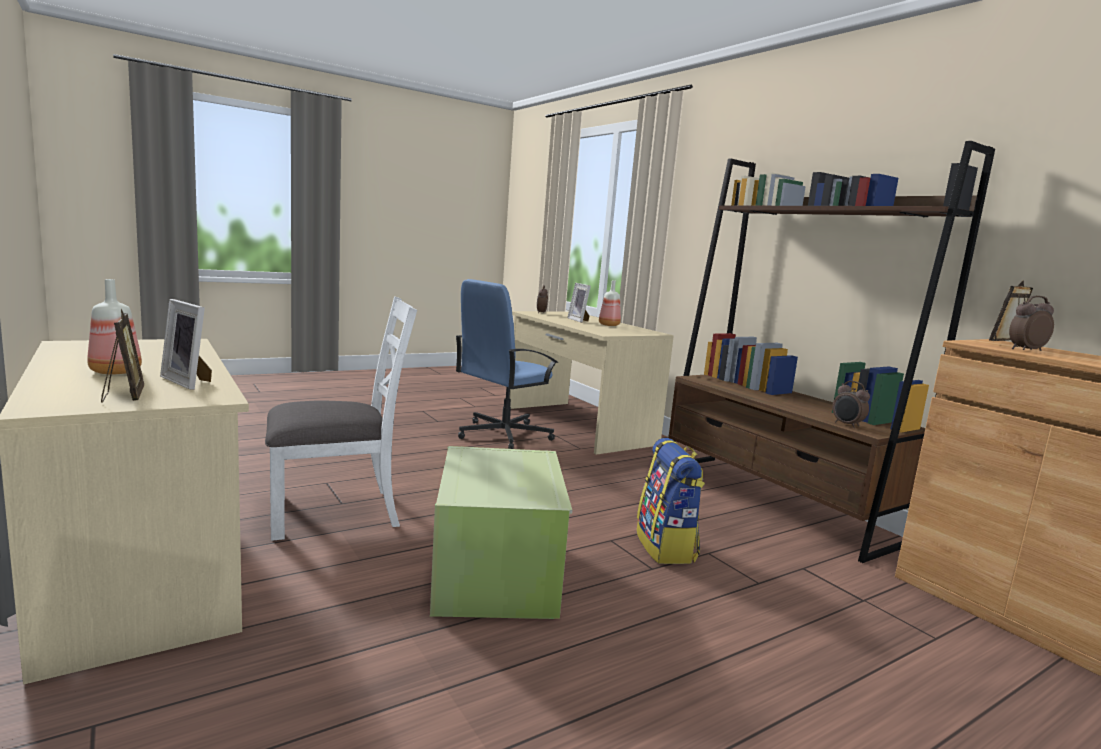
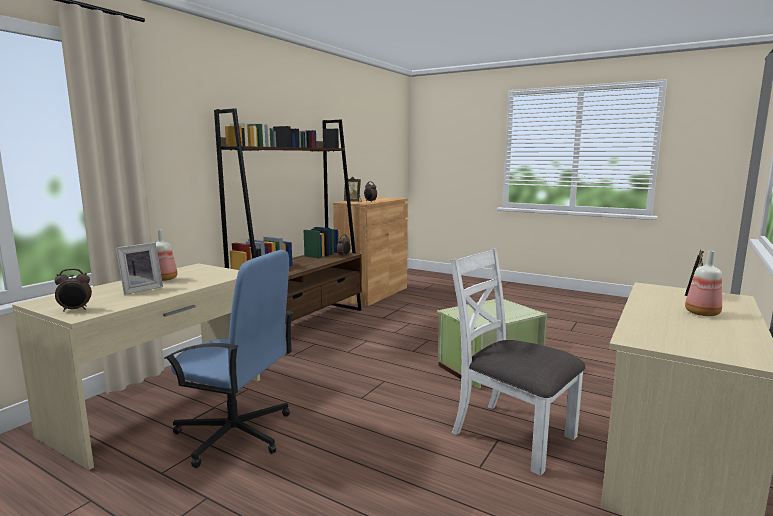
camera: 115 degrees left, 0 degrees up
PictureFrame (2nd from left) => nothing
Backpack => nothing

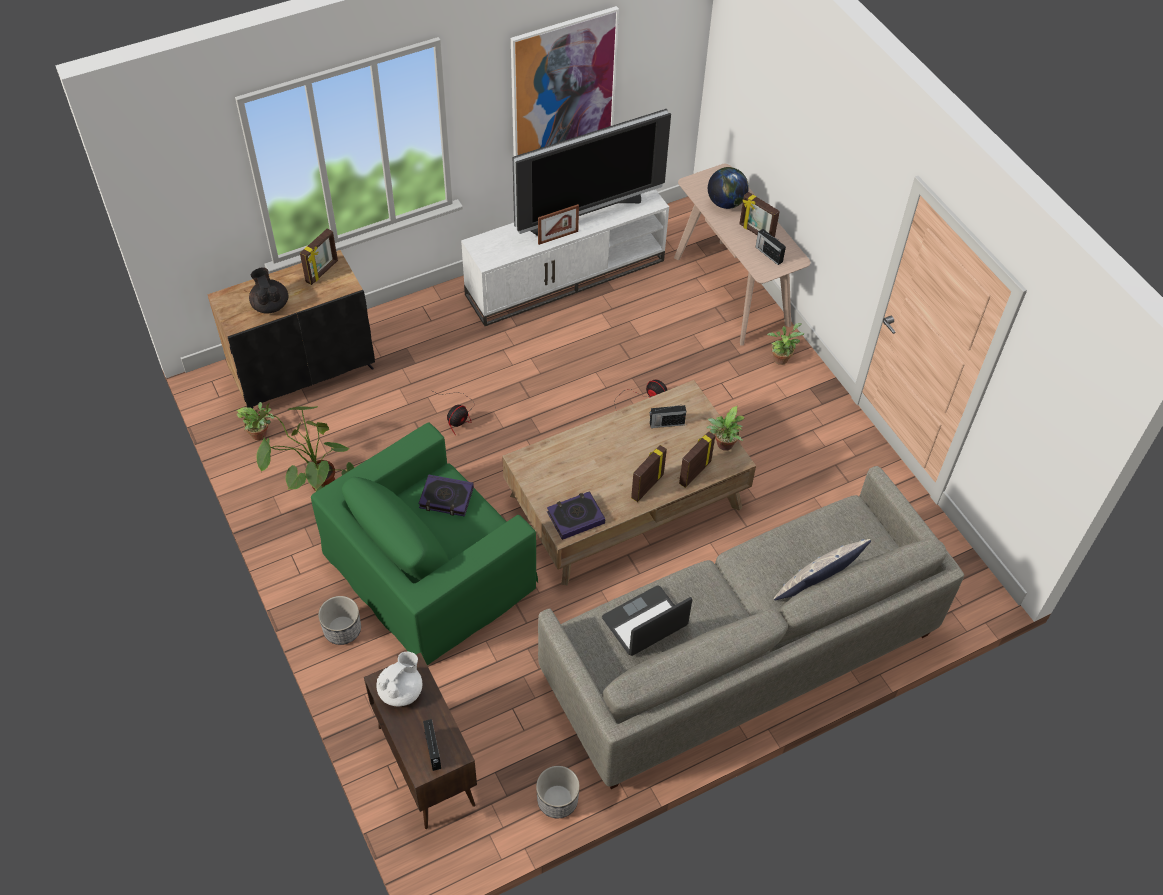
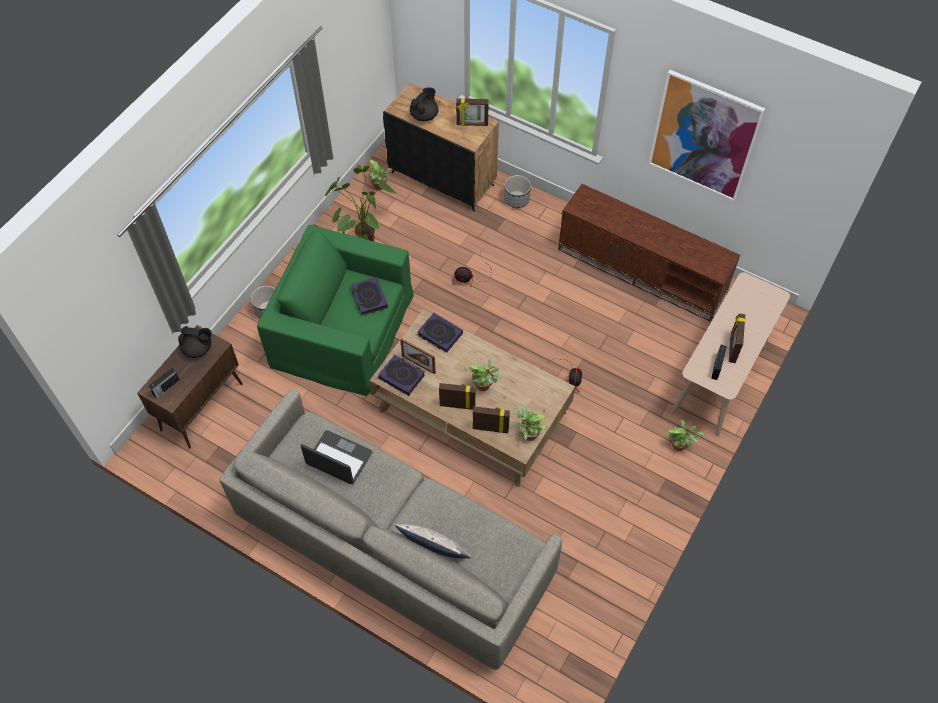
camera: 60 degrees right, 5 degrees up
WhiteTeapot => BlackTeapot (1st from left)
PictureFrame (2nd from left in the first image) => PictureFrame (1st from left), moved
nothing => Book (3rd from left)
nothing => PottedPlant (3rd from left)
Planter (2nd from left), moved
WhiteTvStand => BrownTvStand
Television => nothing
Radio (2nd from left) => nothing
Globe => nothing

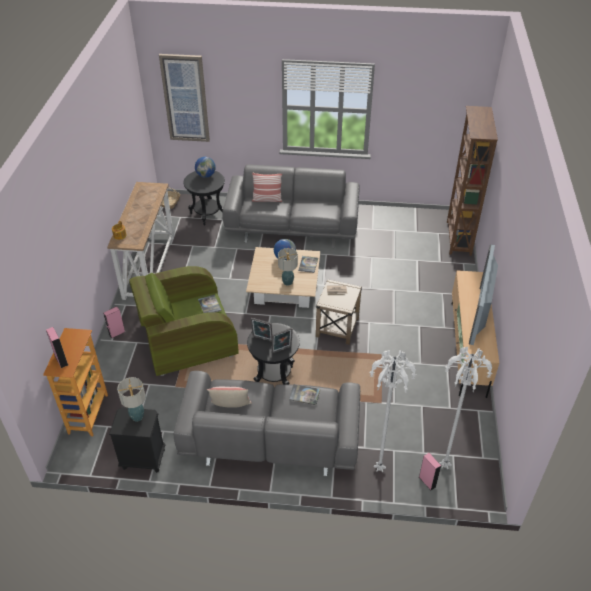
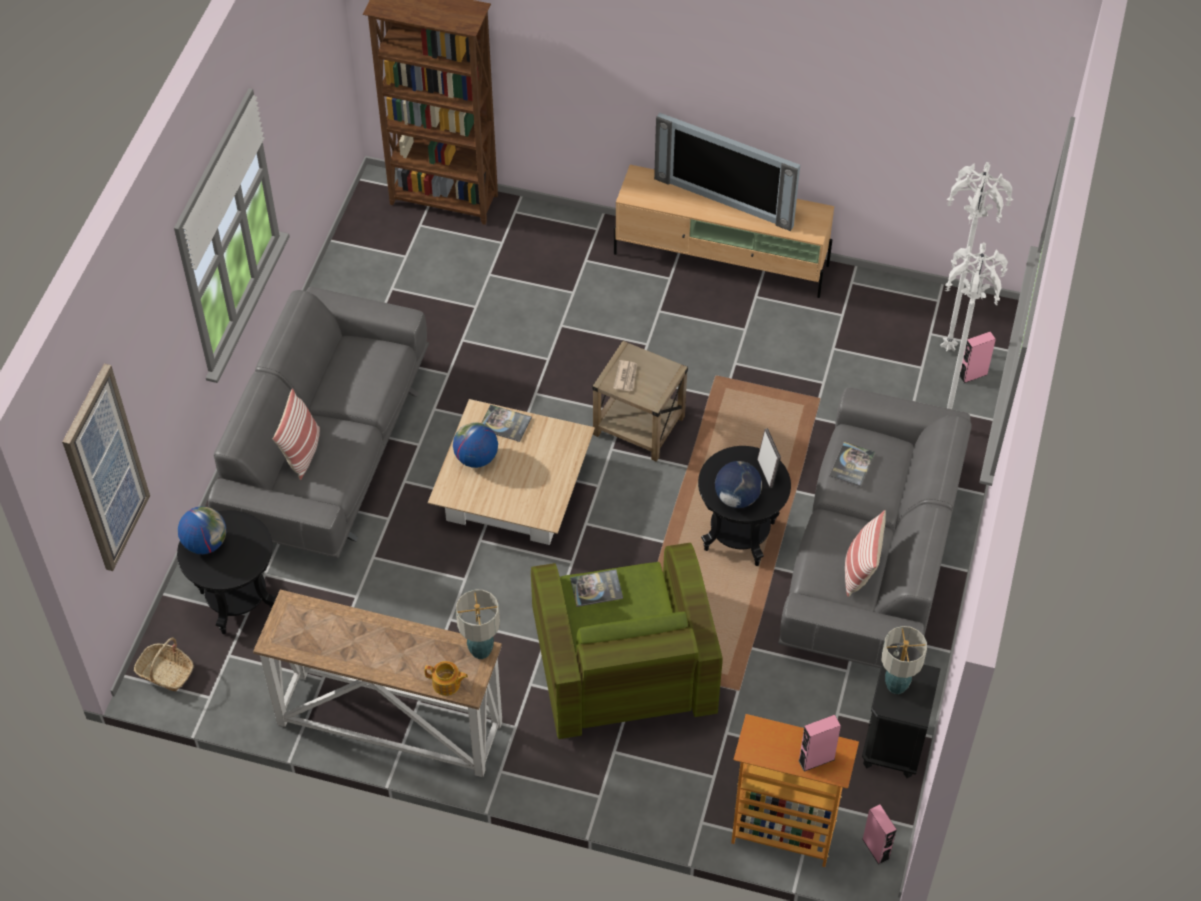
camera: 80 degrees left, 10 degrees up
TableLamp (2nd from left in the first image) => TableLamp (1st from left), moved
PictureFrame (1st from left) => Globe (3rd from left)
PinkSpeaker (2nd from left), moved

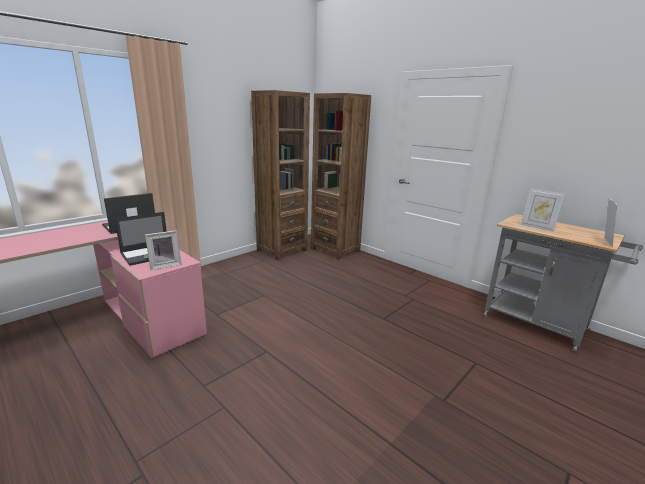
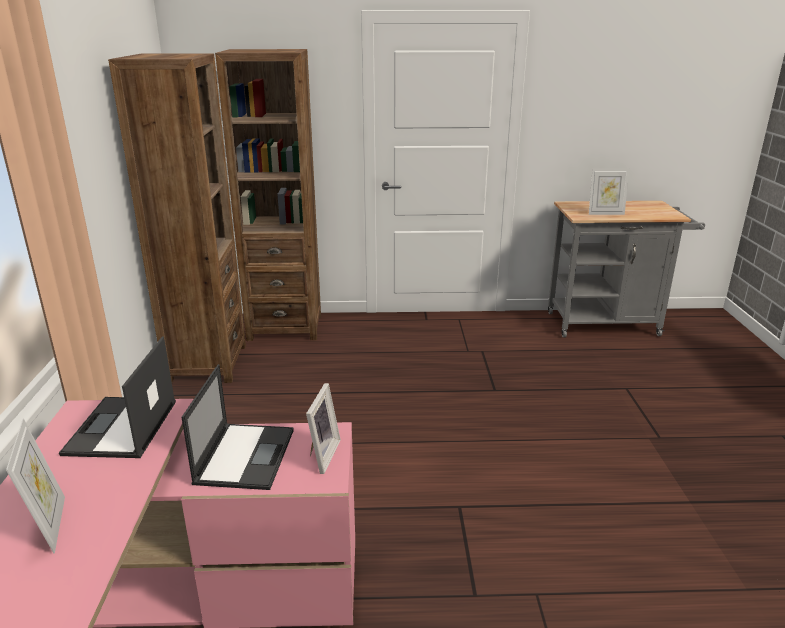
camera: 45 degrees left, 5 degrees up
PictureFrame (3rd from left in the first image) => PictureFrame (1st from left), moved

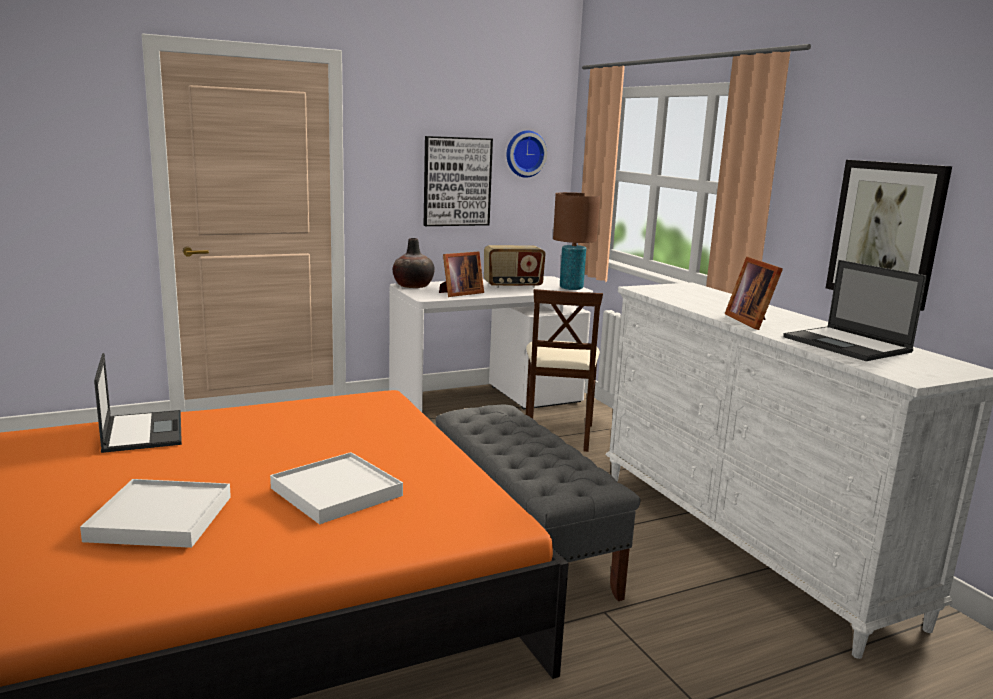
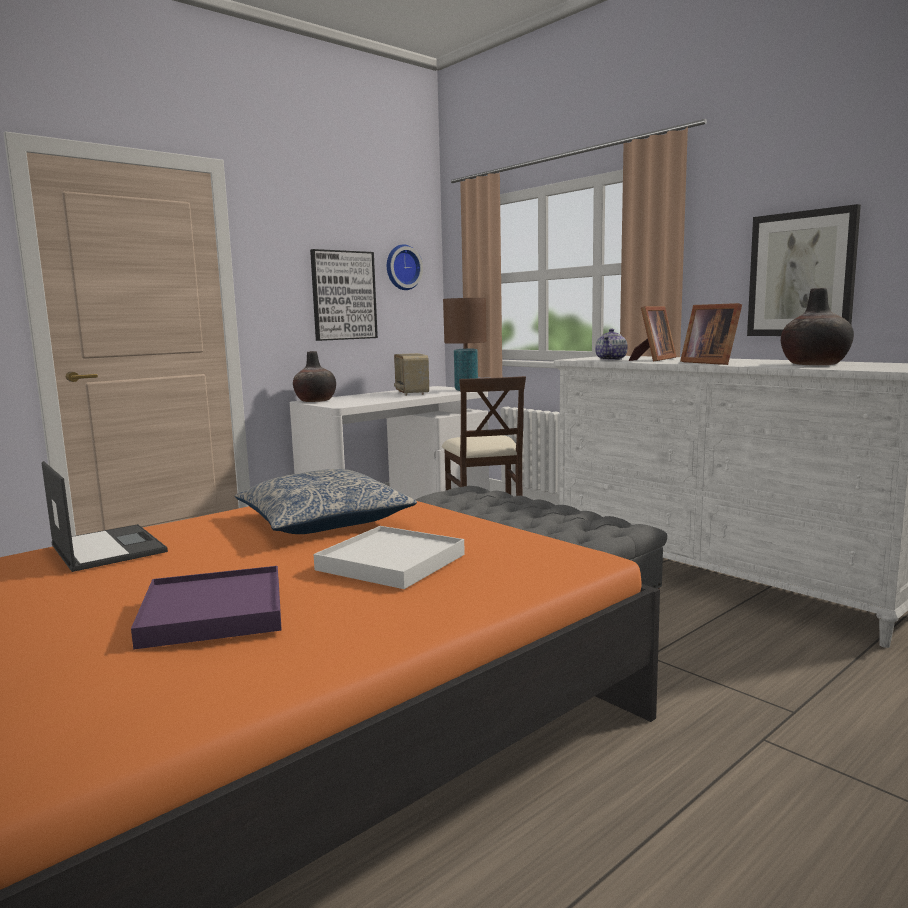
camera: 15 degrees left, 5 degrees down
WhiteTray (1st from left) => PurpleTray
nothing => Pillow
Radio, 105 degrees clockwise
nothing => Teapot
PictureFrame (1st from left), moved
Laptop (2nd from left) => Vase (2nd from left)

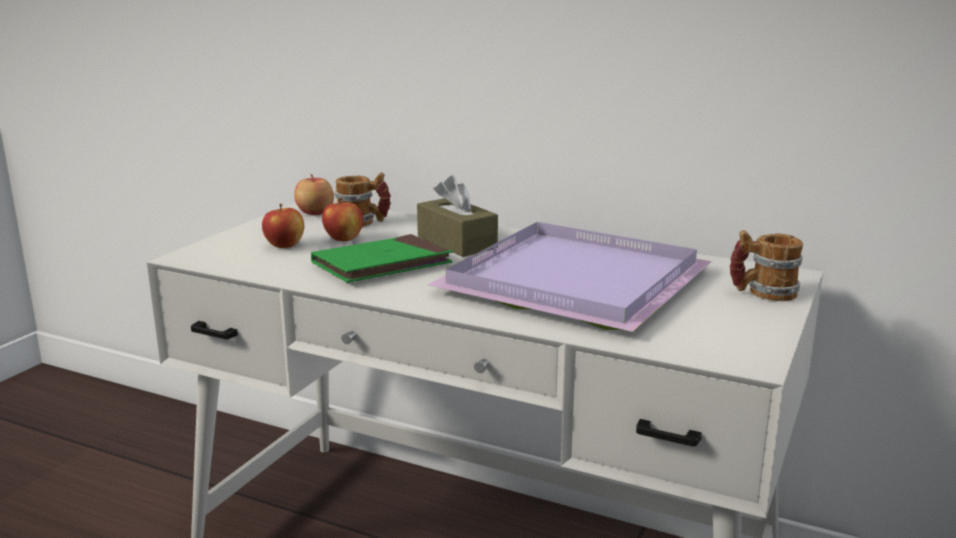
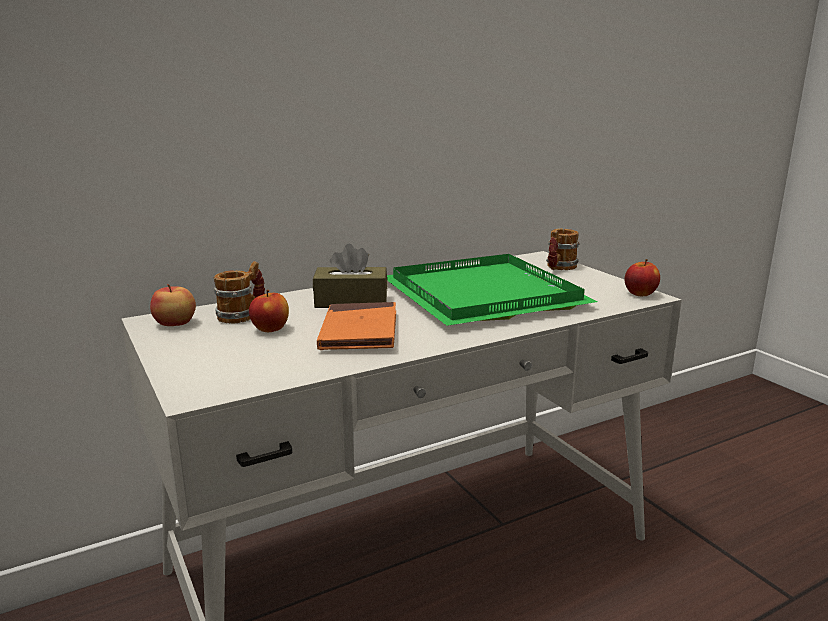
camera: 55 degrees left, 0 degrees up
GreenBook => OrangeBook
PurpleTray => GreenTray
Apple (1st from left in the first image) => Apple (3rd from left), moved

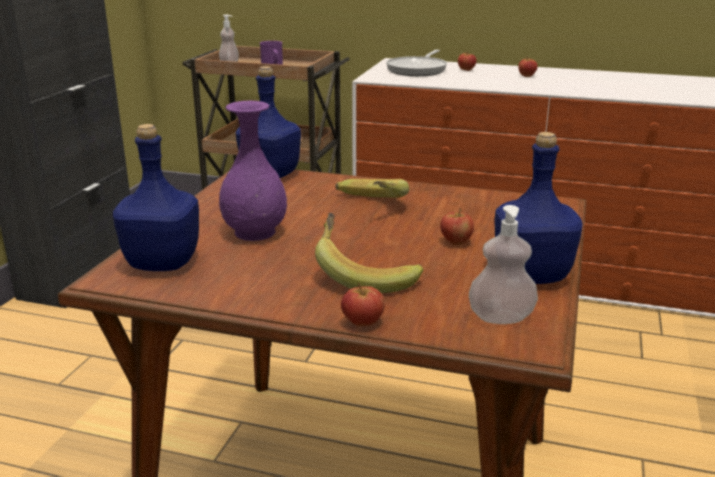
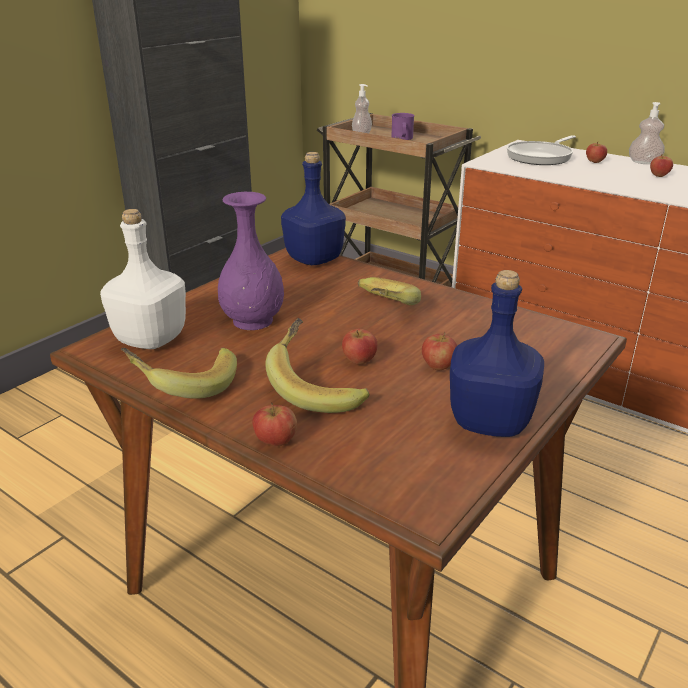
camera: 20 degrees right, 5 degrees up
BlueBottle (1st from left) => WhiteBottle
nothing => Banana (1st from left)
nothing => Apple (2nd from left)
SoapDispenser (2nd from left), moved

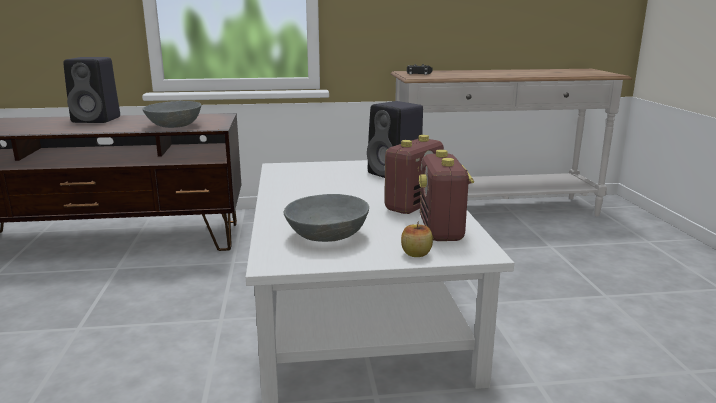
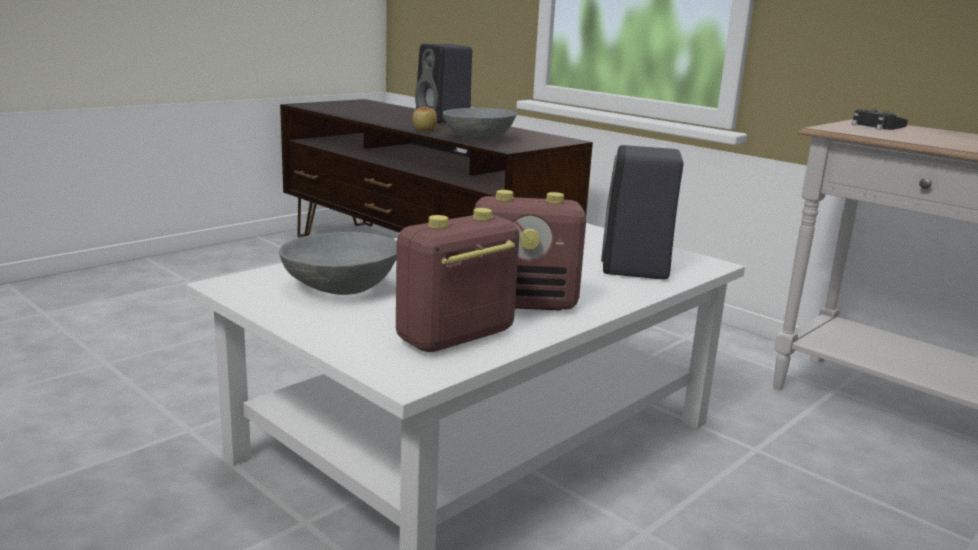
camera: 50 degrees right, 0 degrees up
Apple, moved

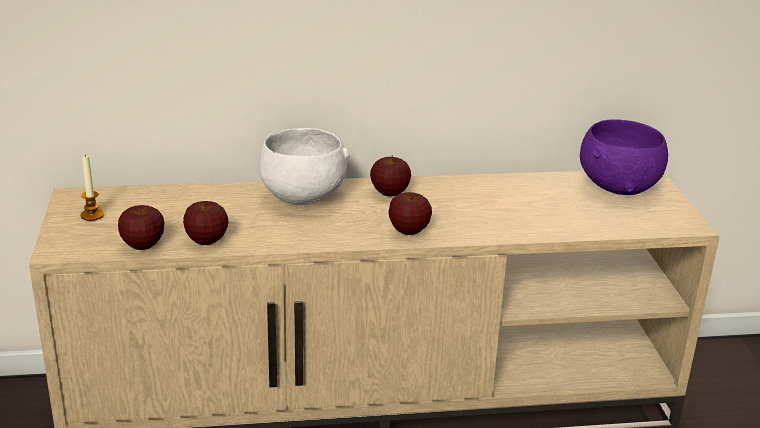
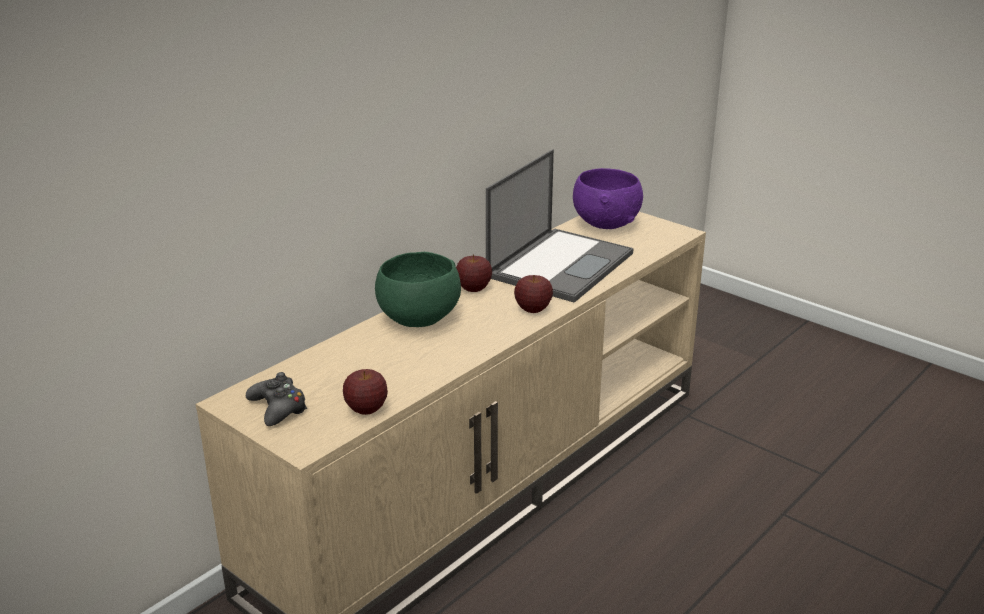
camera: 40 degrees left, 0 degrees up
Candle => BlackGameController
WhiteBowl => GreenBowl
nothing => Laptop
Apple (2nd from left) => nothing

